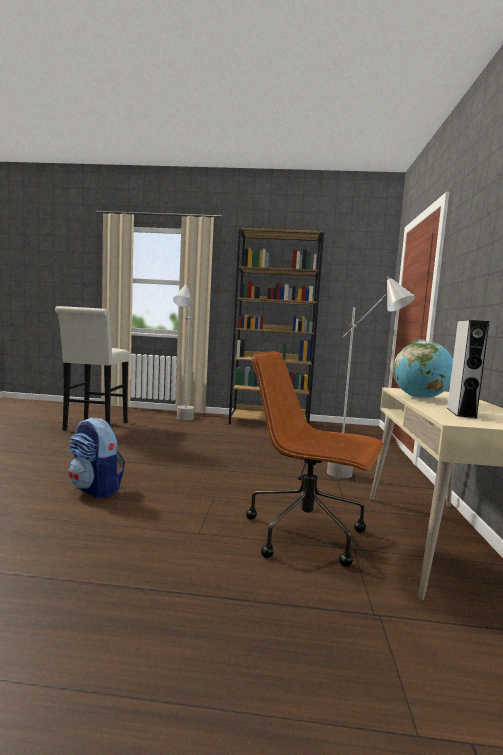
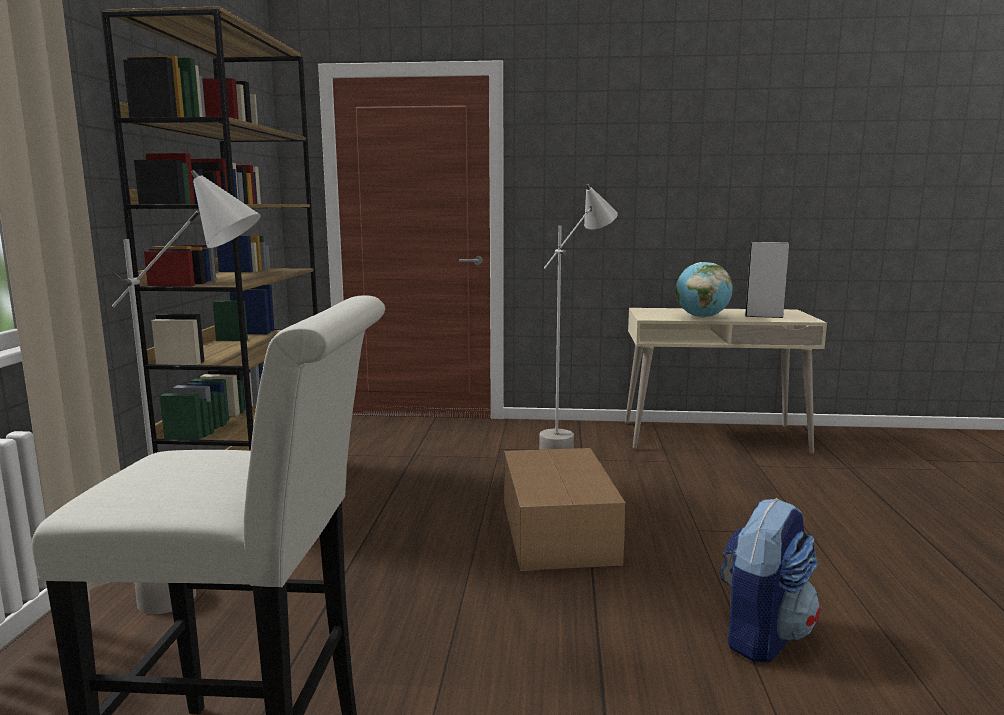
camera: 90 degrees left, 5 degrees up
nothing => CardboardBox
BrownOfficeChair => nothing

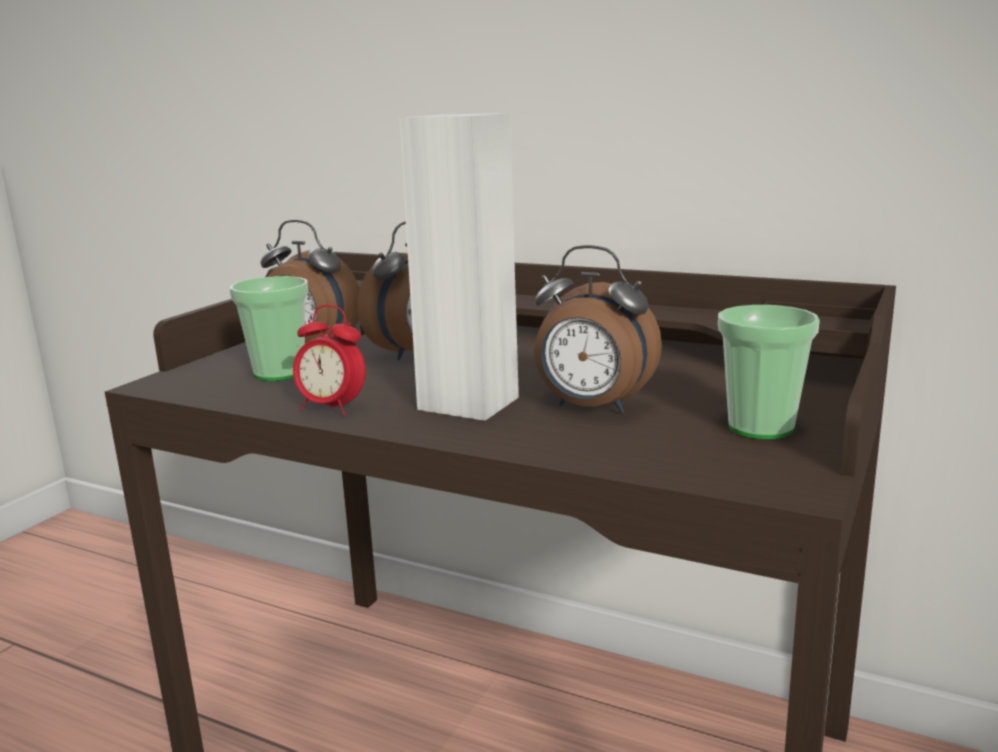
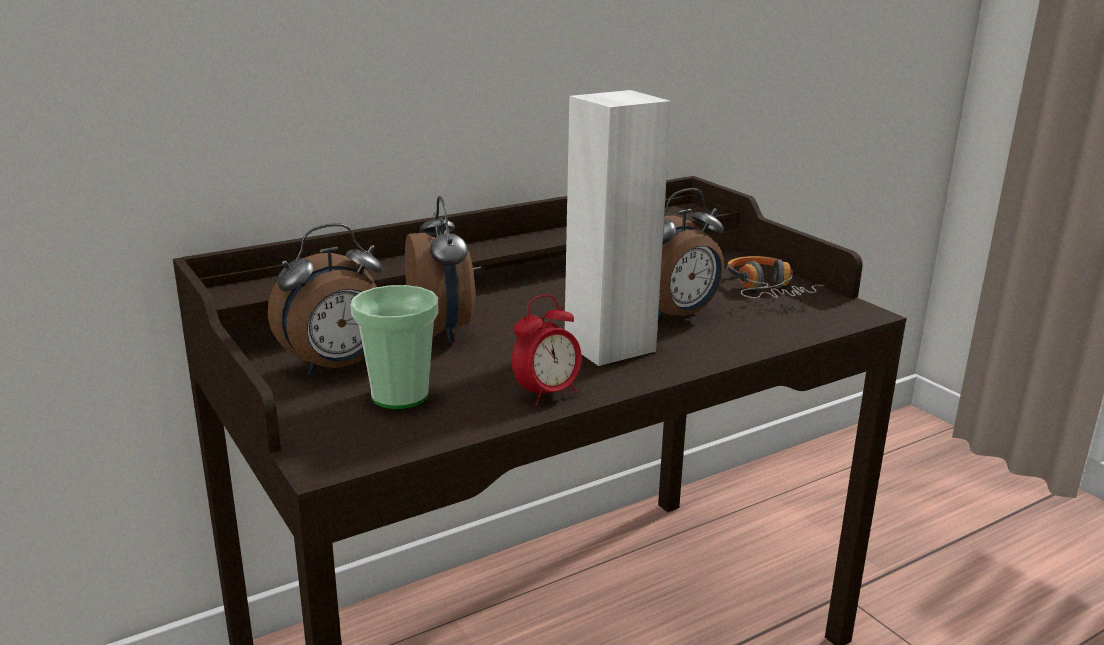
camera: 60 degrees left, 5 degrees up
Cup (2nd from left) => Headphones

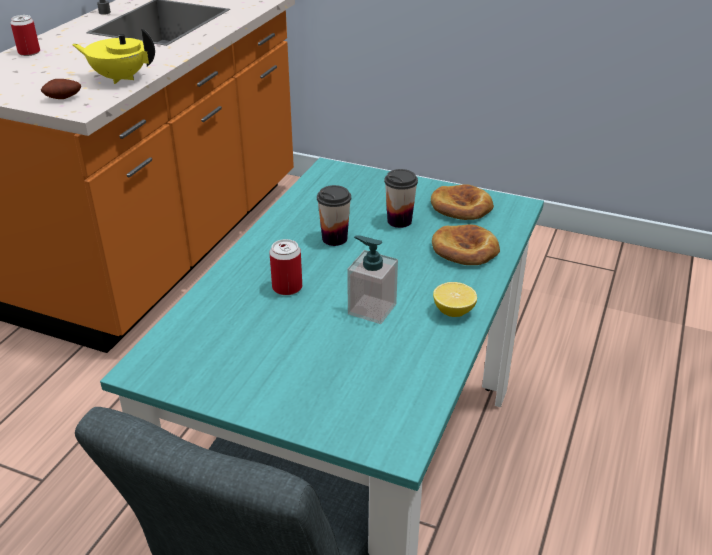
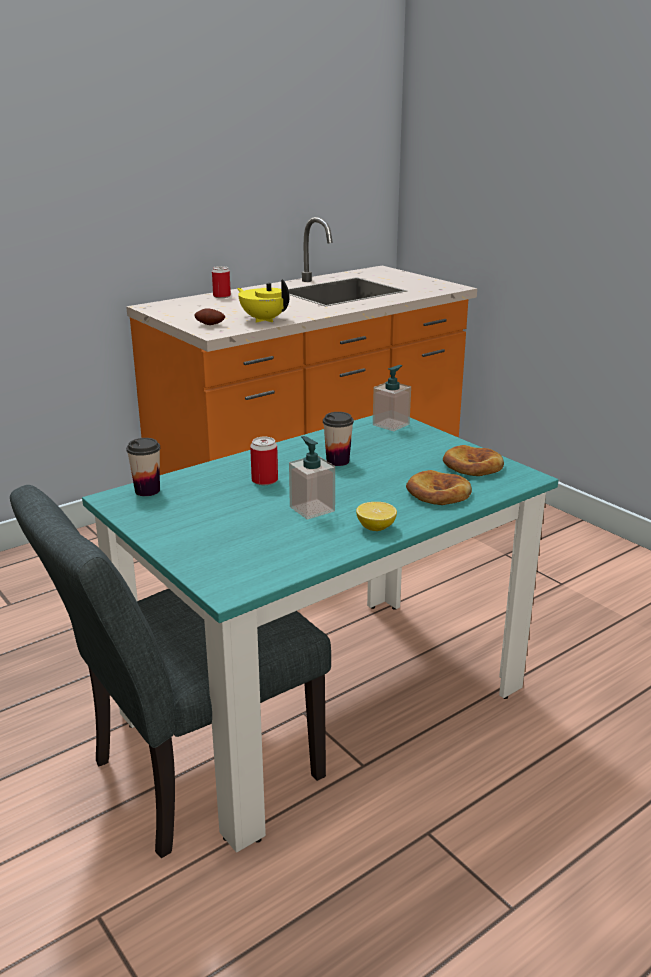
camera: 30 degrees right, 10 degrees down
Cup (2nd from left in the first image) => Cup (1st from left), moved
nothing => SoapDispenser (2nd from left)

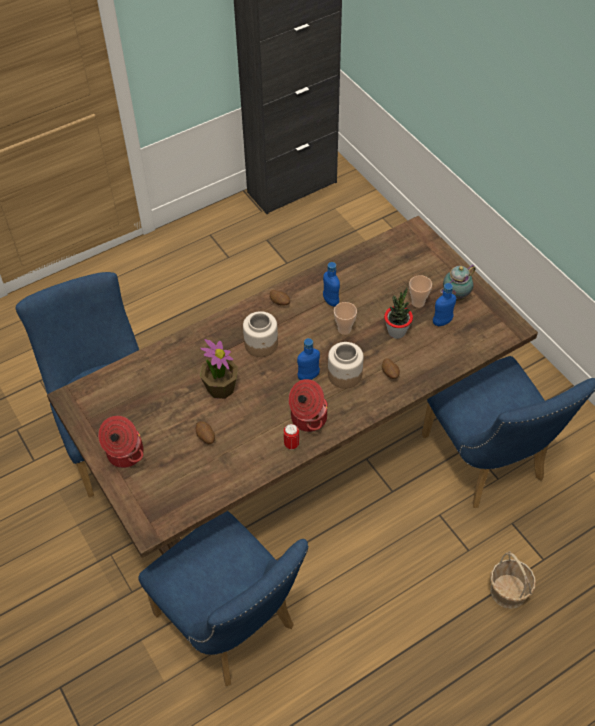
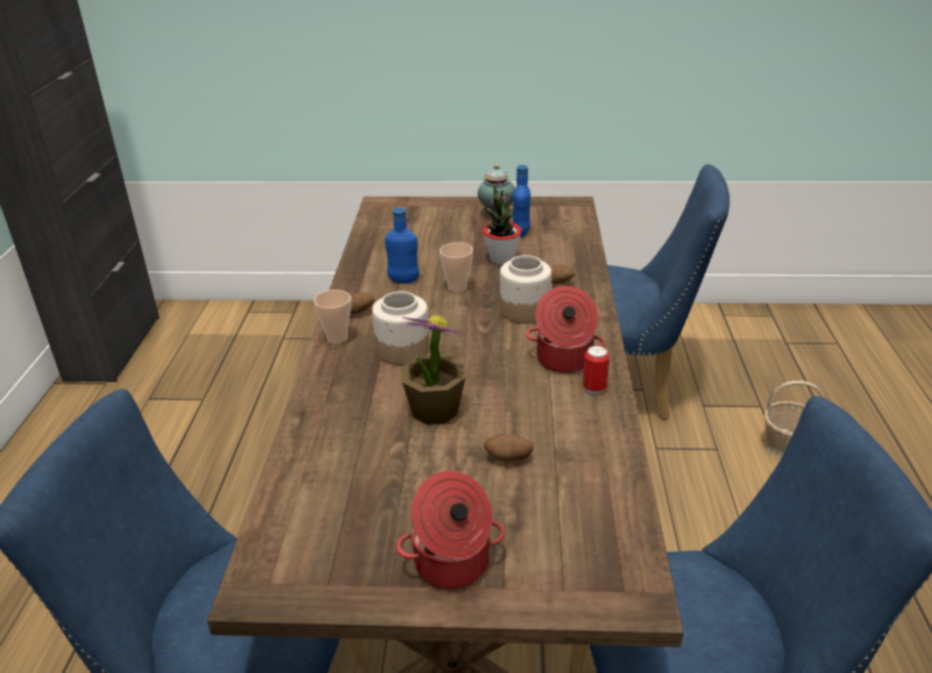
camera: 55 degrees left, 20 degrees down
Cup (2nd from left in the first image) => Cup (1st from left), moved
BlueBottle (1st from left) => nothing

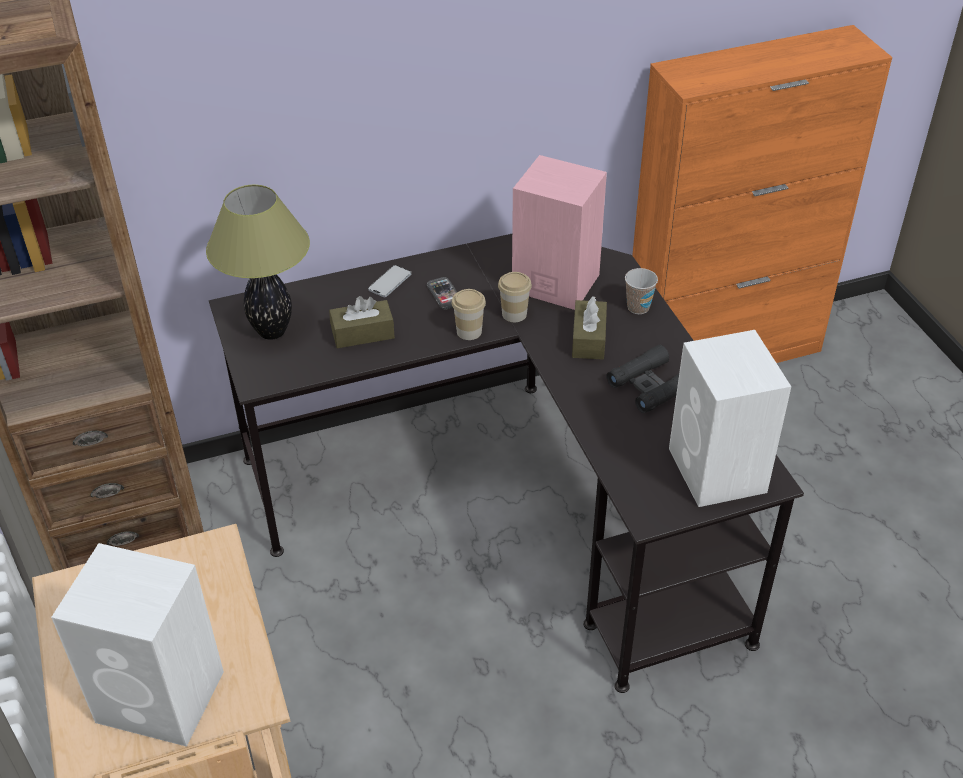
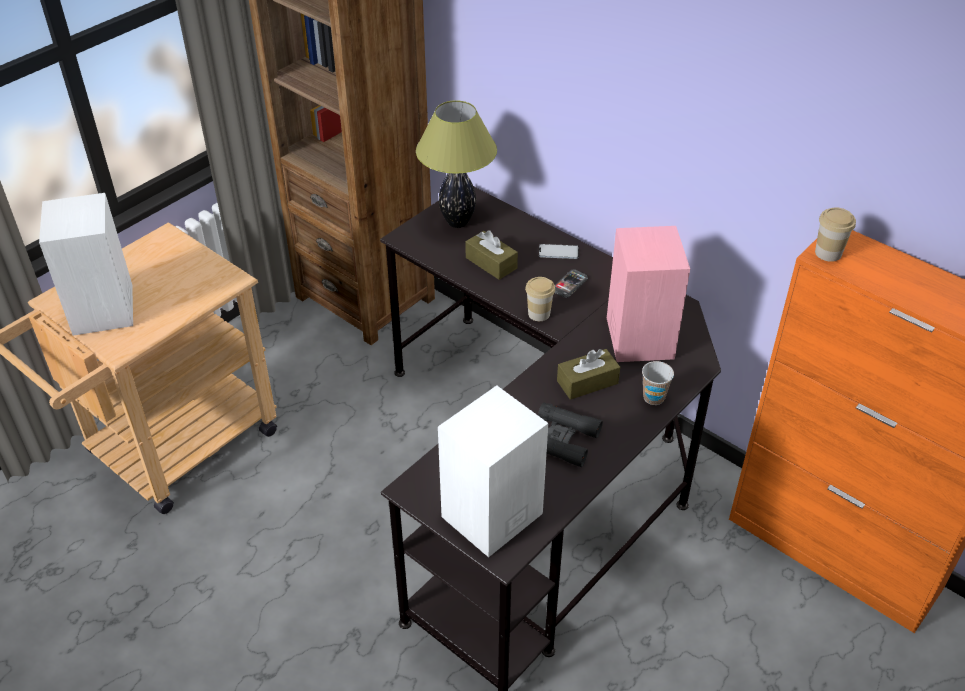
camera: 60 degrees right, 0 degrees up
Cup (2nd from left in the first image) => Cup (3rd from left), moved

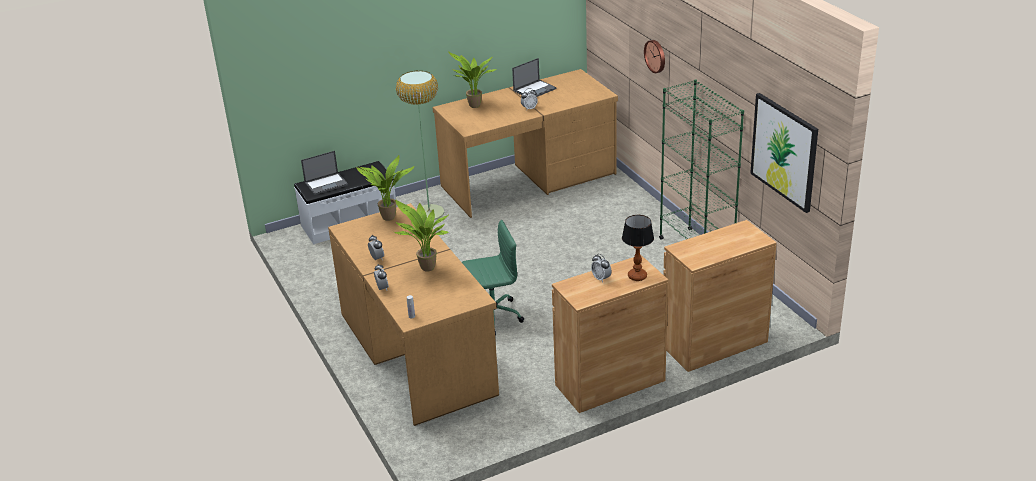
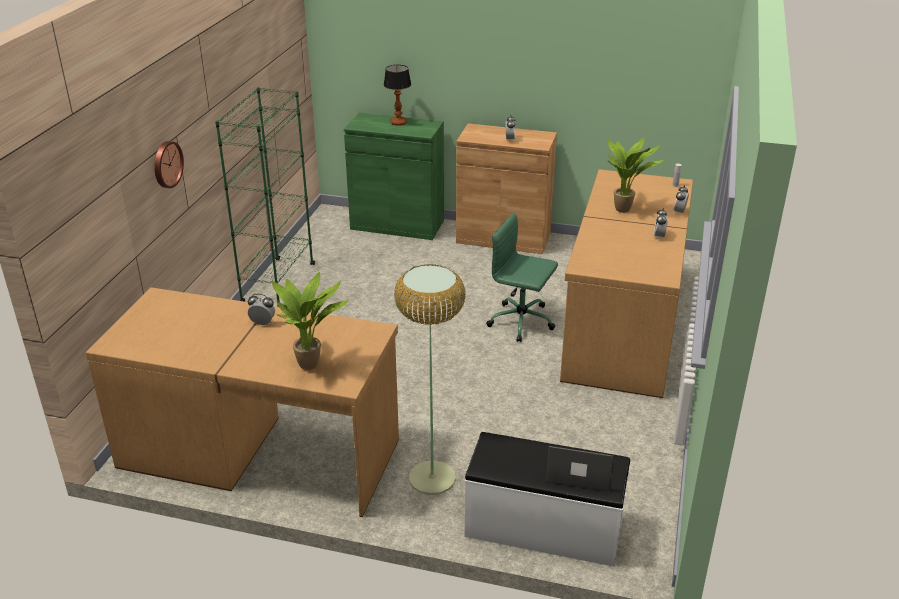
camera: 140 degrees left, 0 degrees up
BrownCabinet (2nd from left) => GreenCabinet
TableLamp, moved
PottedPlant (1st from left) => nothing
Laptop (2nd from left) => nothing
Picture => nothing

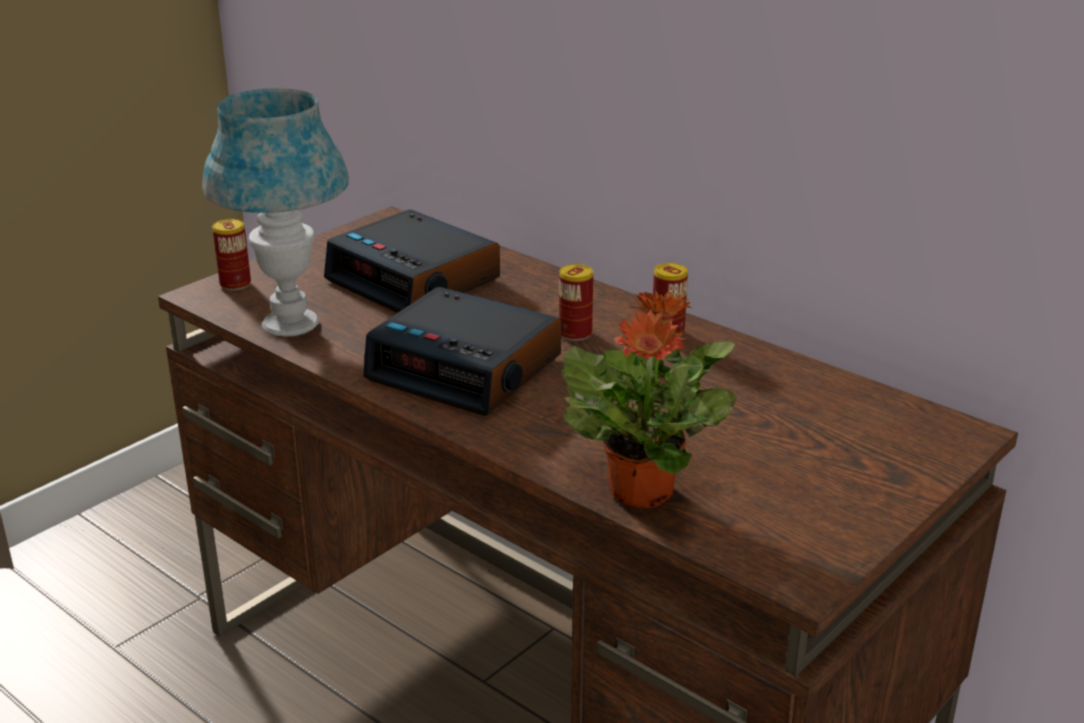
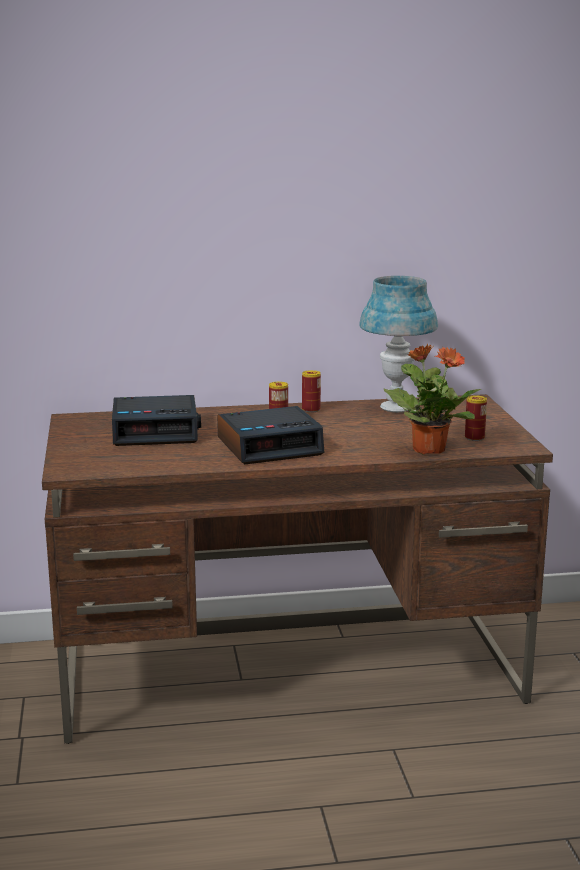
camera: 50 degrees left, 10 degrees down
BlueTableLamp, moved
Can (1st from left in the first image) => Can (3rd from left), moved

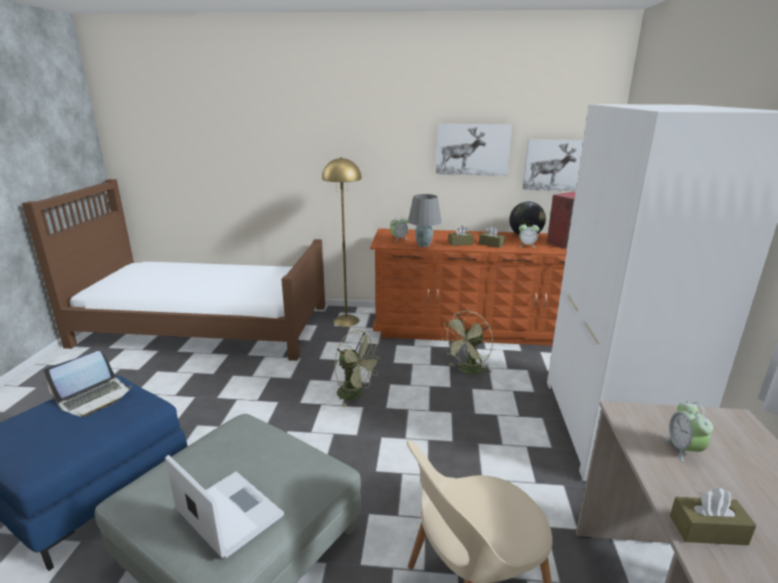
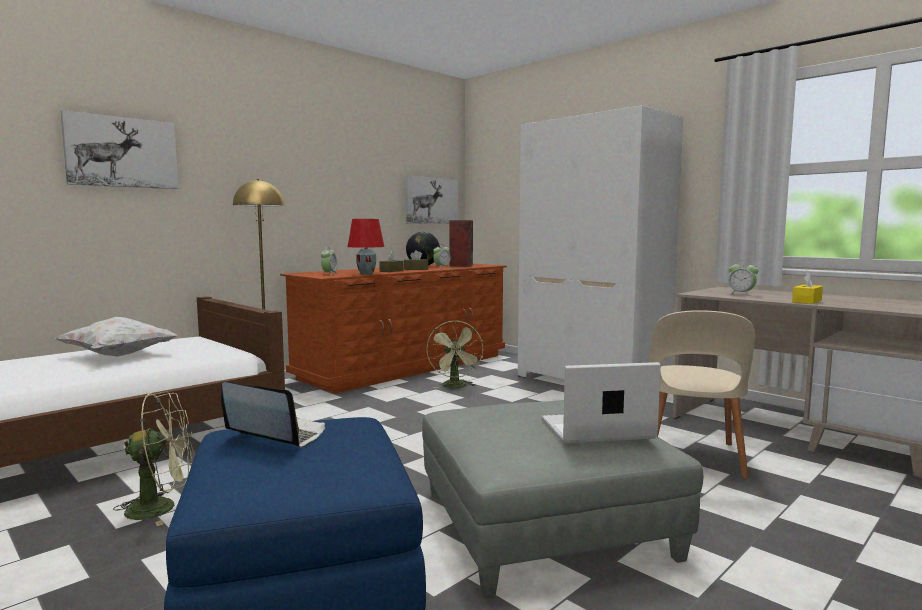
camera: 50 degrees left, 15 degrees down
nothing => WhitePillow
Picture (1st from left), moved
GreenFan (1st from left), moved
Laptop (1st from left), 60 degrees counterclockwise
GreyTableLamp => RedTableLamp
BrownTissueBox (3rd from left) => YellowTissueBox

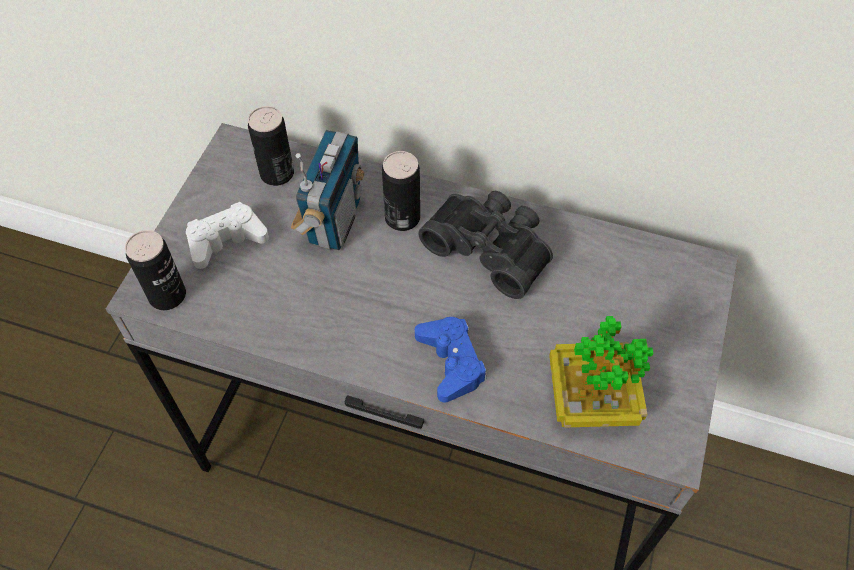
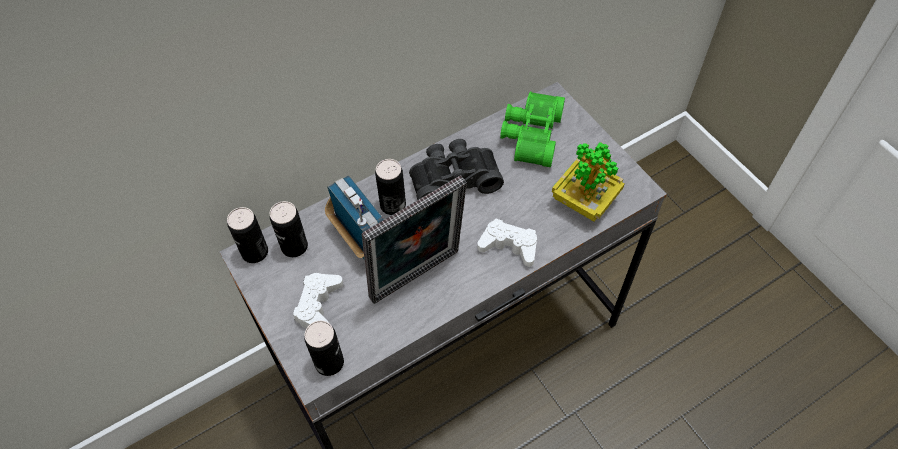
camera: 50 degrees left, 0 degrees up
nothing => Can (1st from left)
nothing => PictureFrame
BlueGameController => WhiteGameController (2nd from left)
nothing => GreenBinoculars

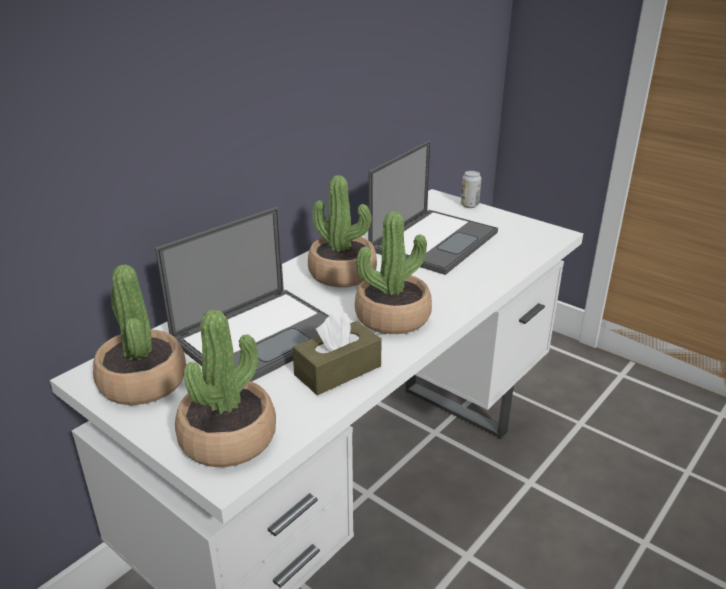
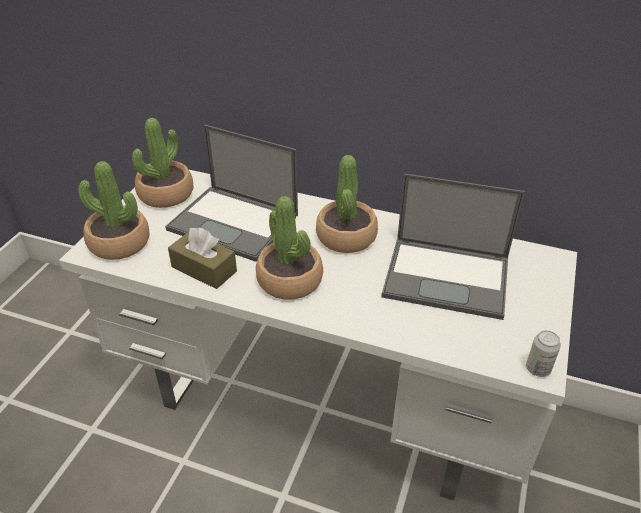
camera: 70 degrees right, 10 degrees up
Can, moved

